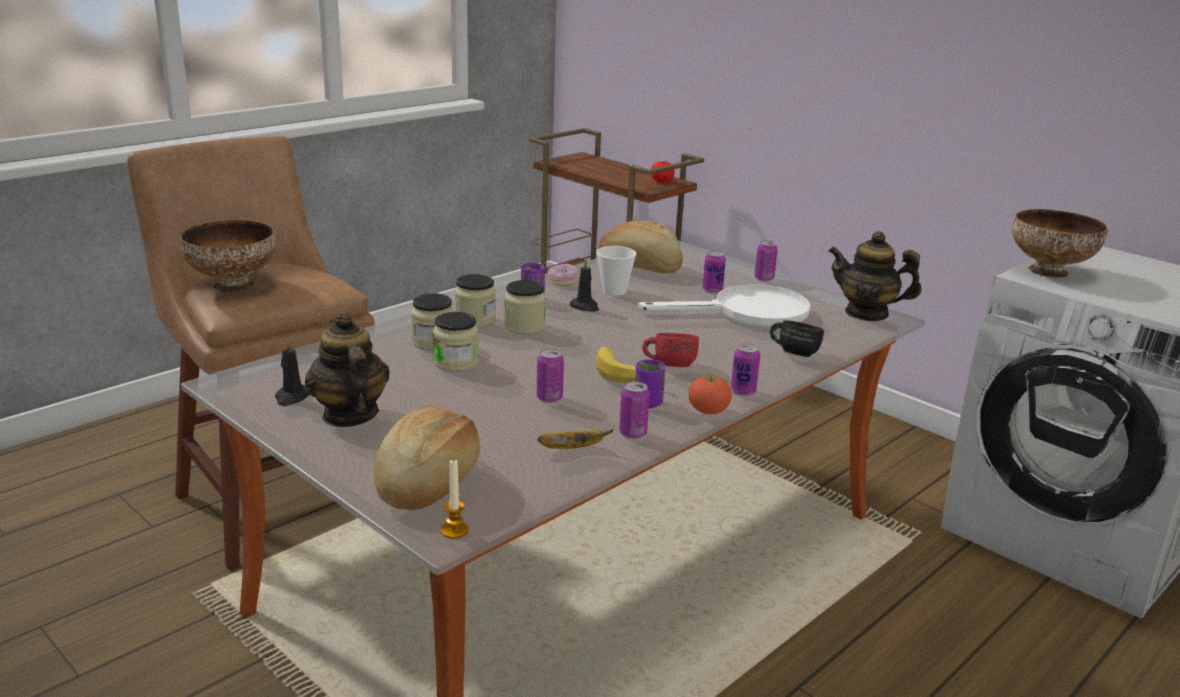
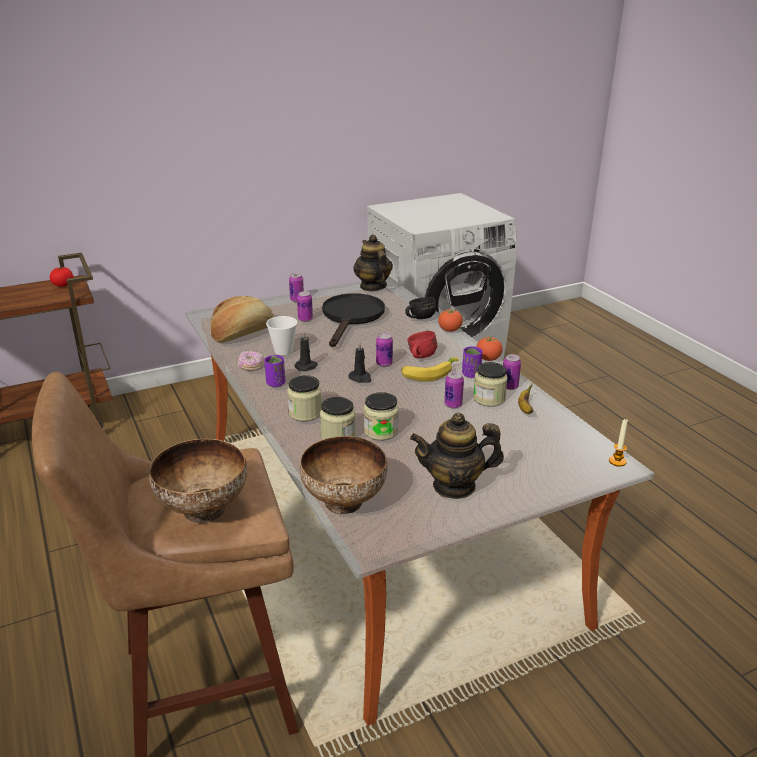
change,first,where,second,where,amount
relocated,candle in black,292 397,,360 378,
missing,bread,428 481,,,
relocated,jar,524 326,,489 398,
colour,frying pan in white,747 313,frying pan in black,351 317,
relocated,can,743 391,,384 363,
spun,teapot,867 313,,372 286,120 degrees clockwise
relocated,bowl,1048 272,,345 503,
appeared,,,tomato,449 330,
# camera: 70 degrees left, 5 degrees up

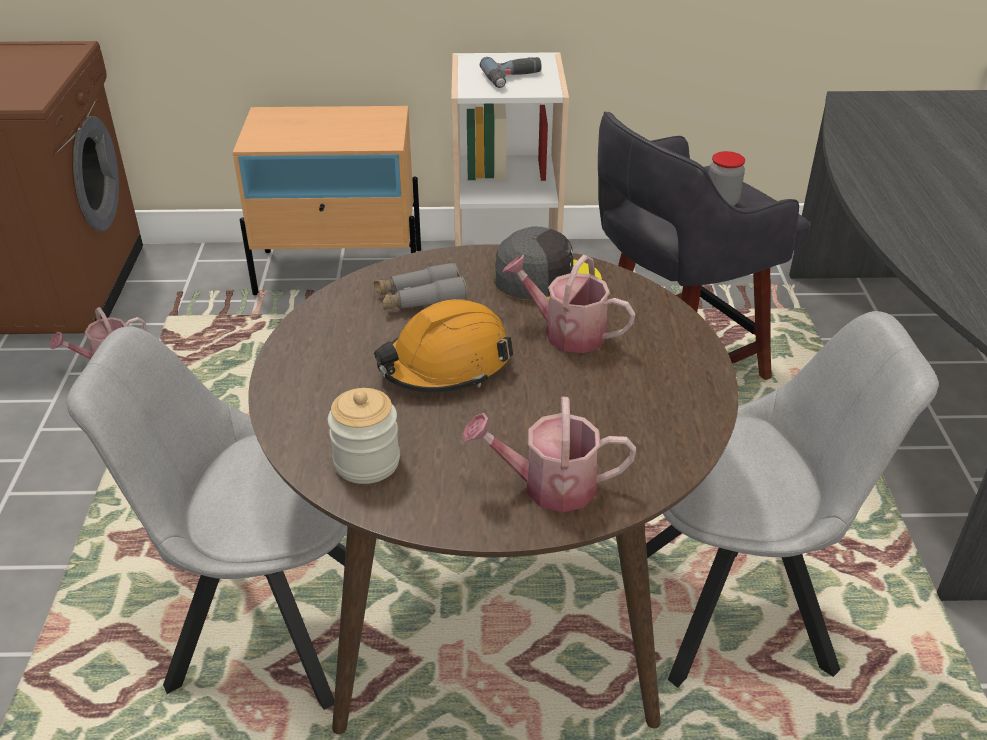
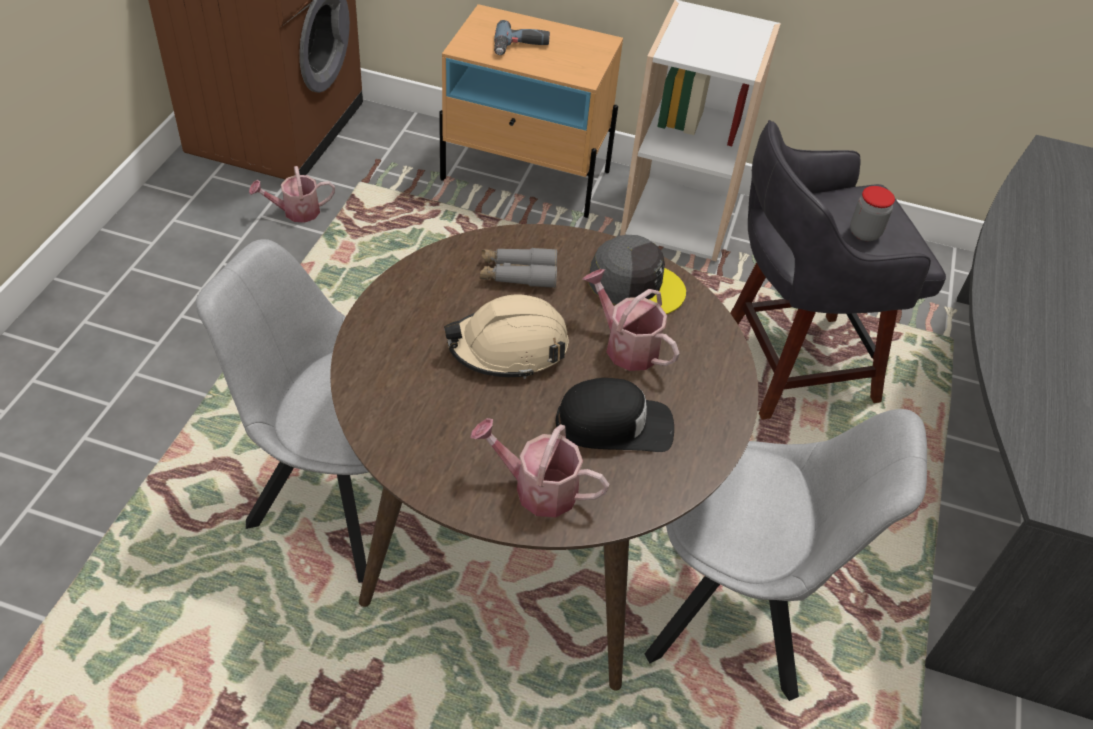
change,first,where,second,where,amount
missing,jar,367 462,,,
colour,hard hat in orange,445 365,hard hat in beige,508 348,
relocated,power drill,514 79,,521 47,
appeared,,,cap in black,615 425,
# camera: 15 degrees right, 10 degrees up

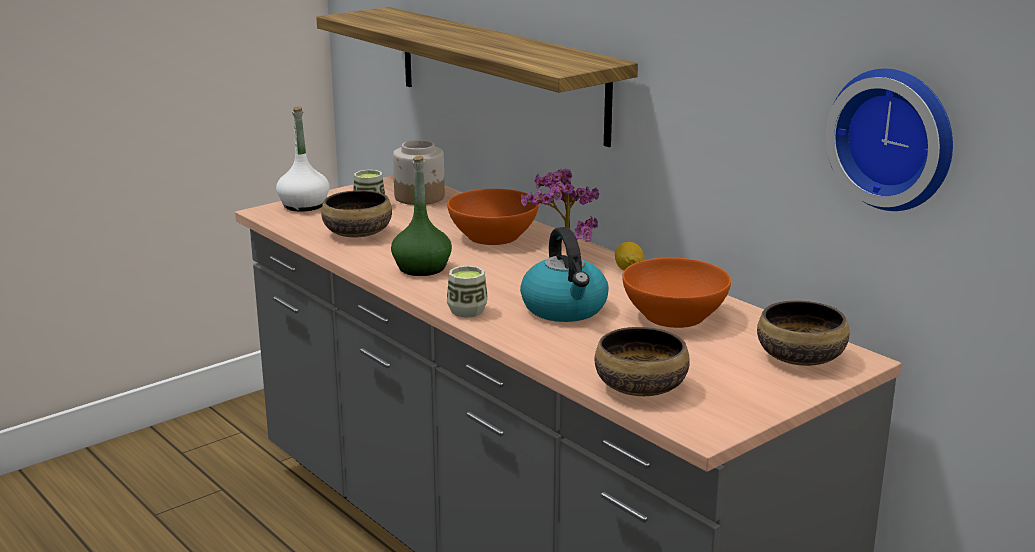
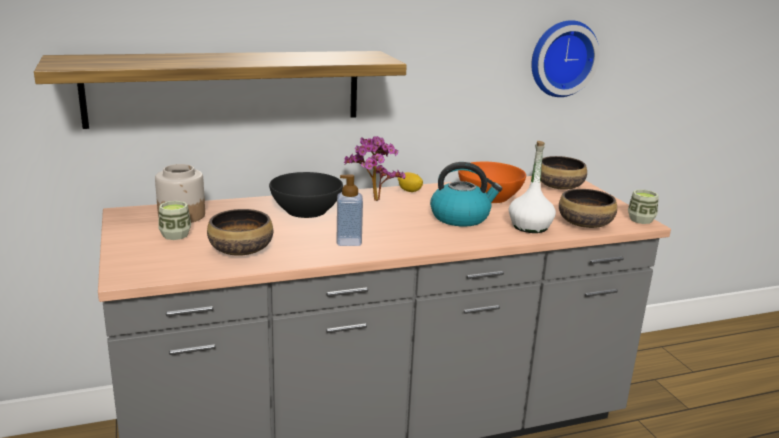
change,first,where,second,where,amount
relocated,bottle in white,304 205,,530 227,
exchanged,bottle in green,422 268,soap dispenser,349 241,
colour,bowl in orange,493 236,bowl in black,306 210,
relocated,cup,467 311,,640 220,
# camera: 70 degrees left, 0 degrees up

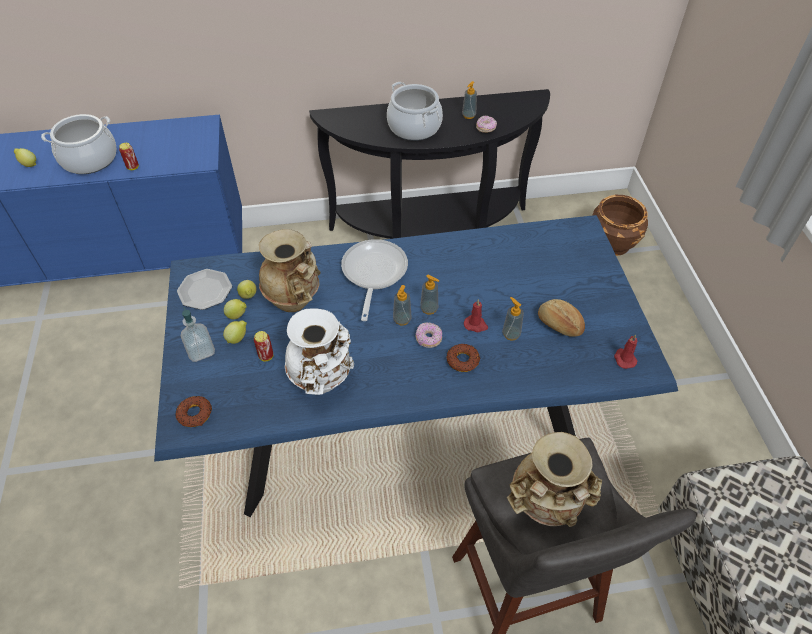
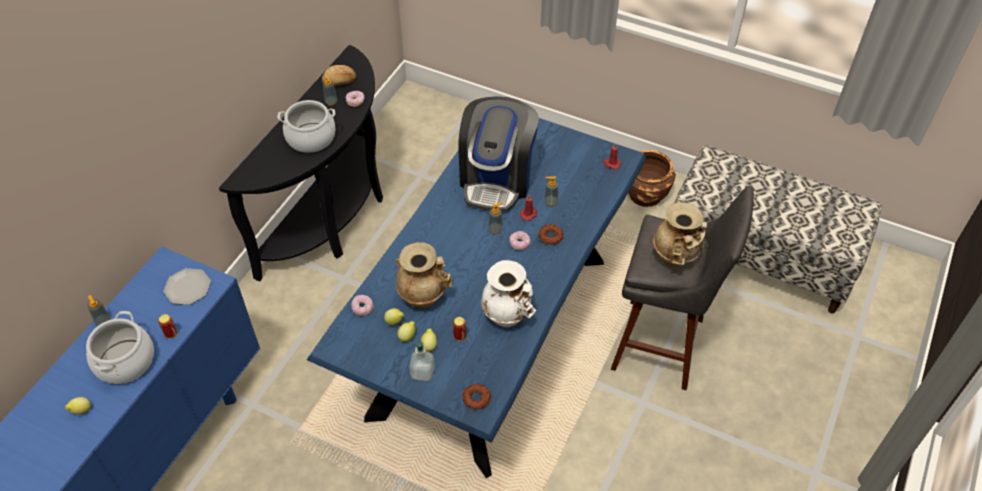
change,first,where,second,where,amount
relocated,plate,204 290,,187 288,
missing,frying pan,373 274,,,
relocated,soap dispenser,402 319,,103 322,
relocated,bread,559 325,,339 82,
relocated,planter in brown,612 243,,645 194,
appeared,,,donut,362 308,
appeared,,,coffee machine,497 178,
# camera: 55 degrees left, 0 degrees up

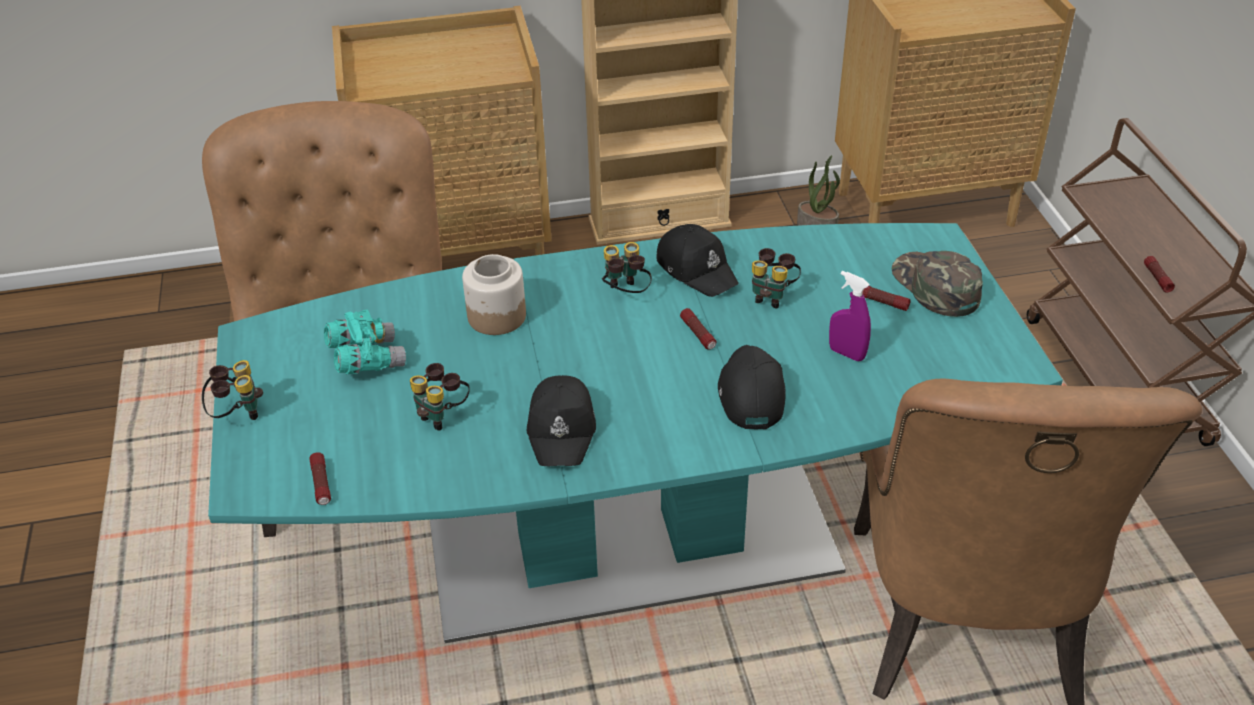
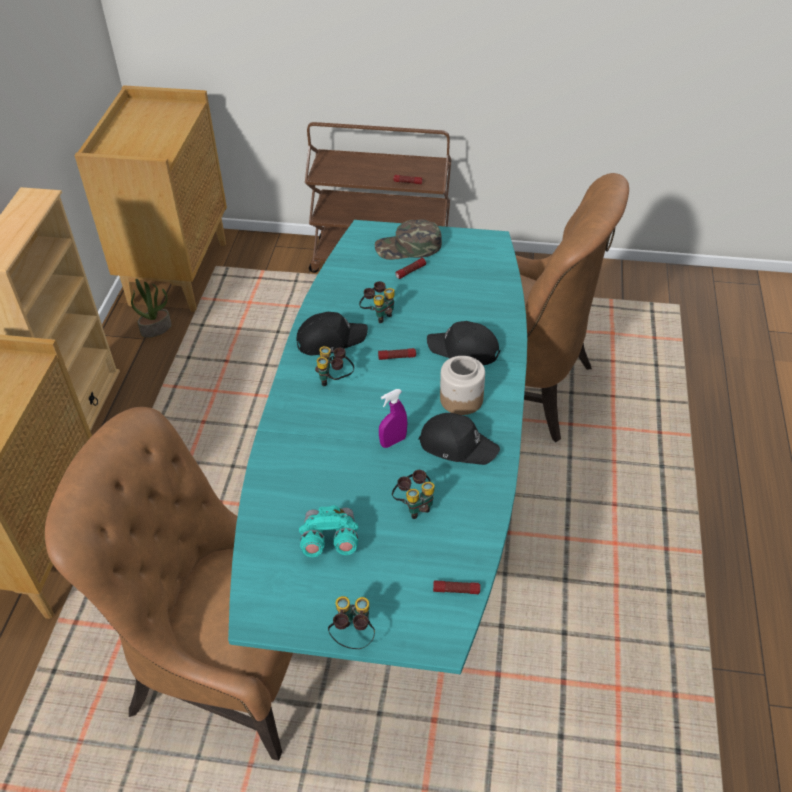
change,first,where,second,where,amount
relocated,jar,496 316,,461 399,
relocated,spray bottle in purple,846 353,,393 441,
# camera: 70 degrees left, 5 degrees up

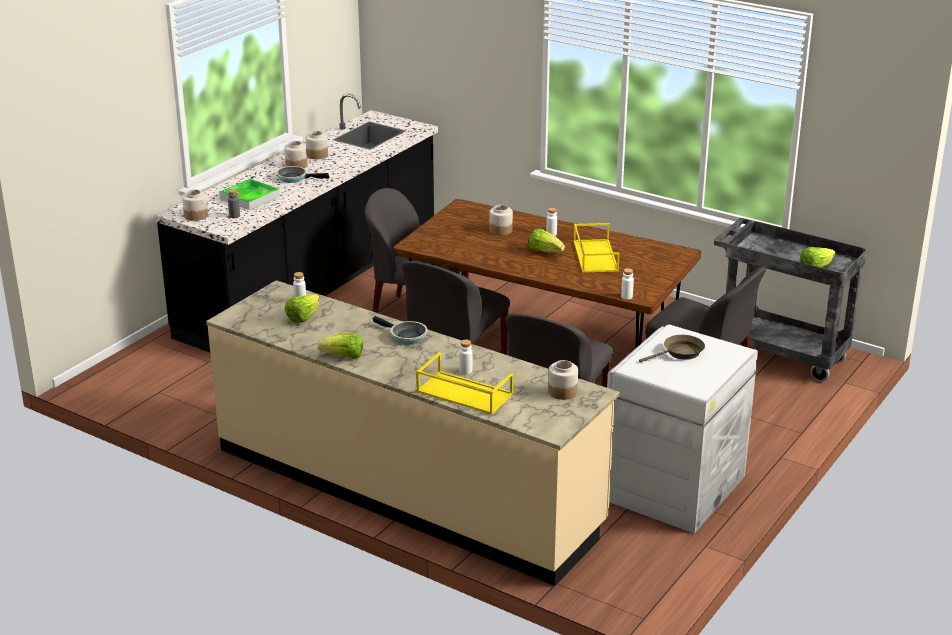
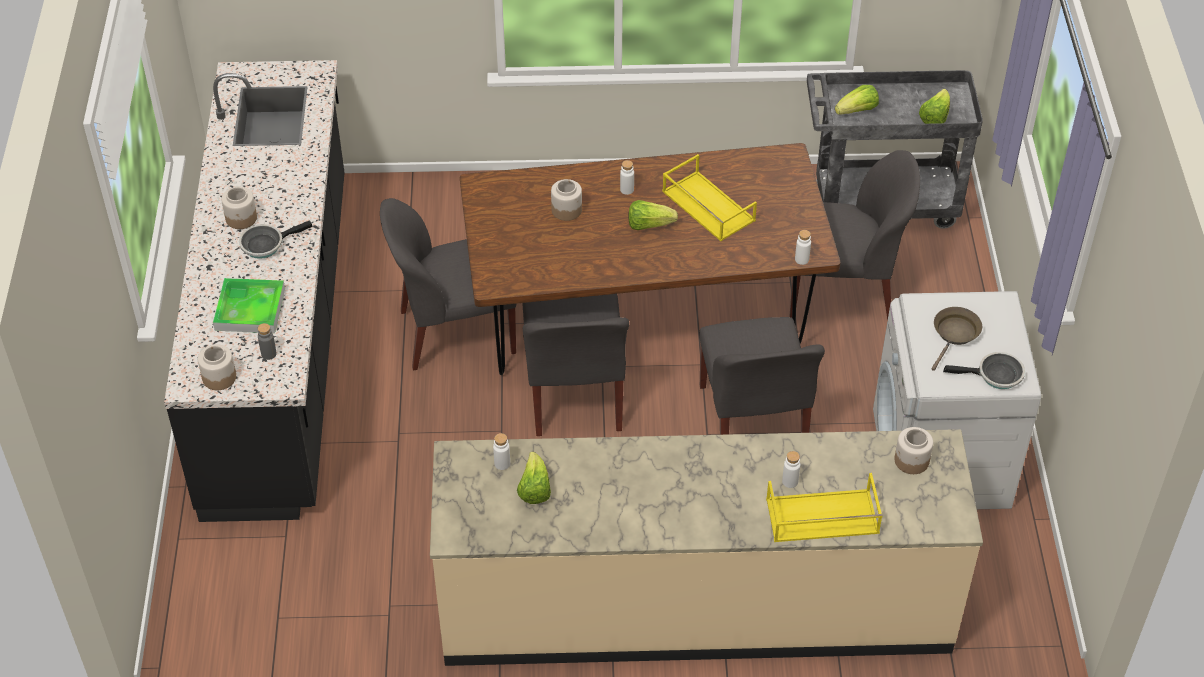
change,first,where,second,where,amount
missing,jar,317 155,,,
relocated,lettuce,343 356,,857 111,
relocated,frying pan,406 336,,995 375,
# camera: 35 degrees left, 20 degrees up

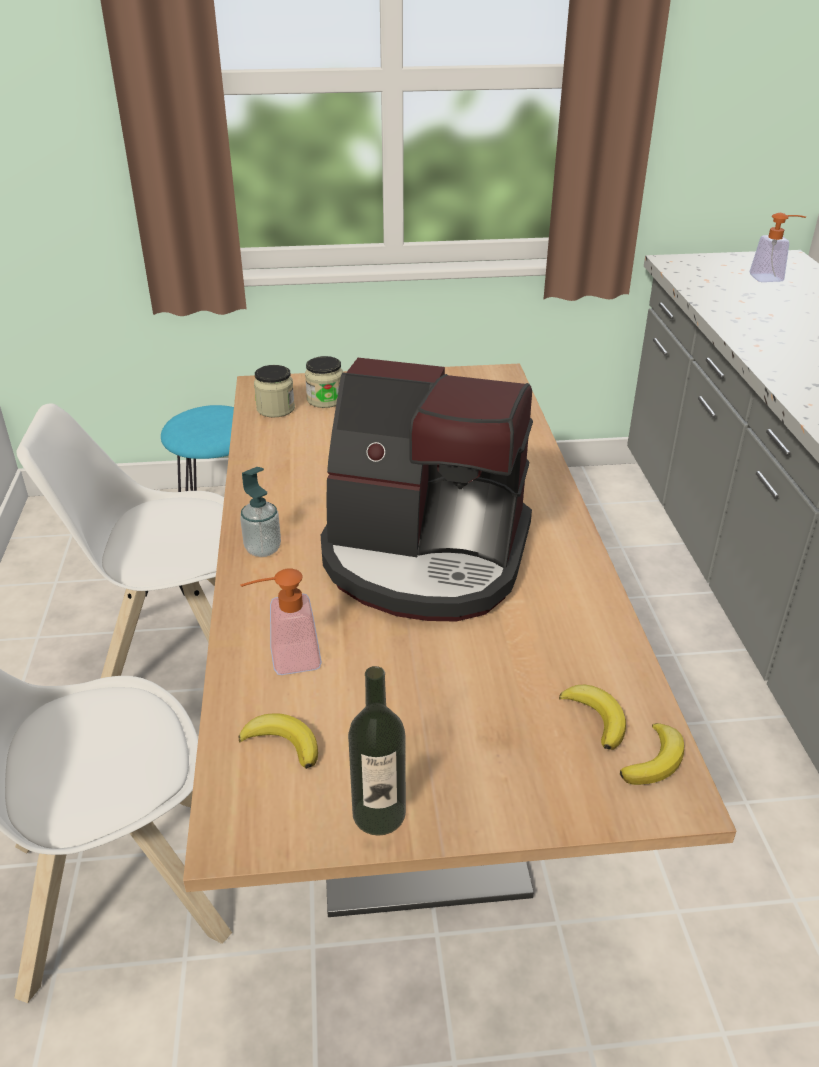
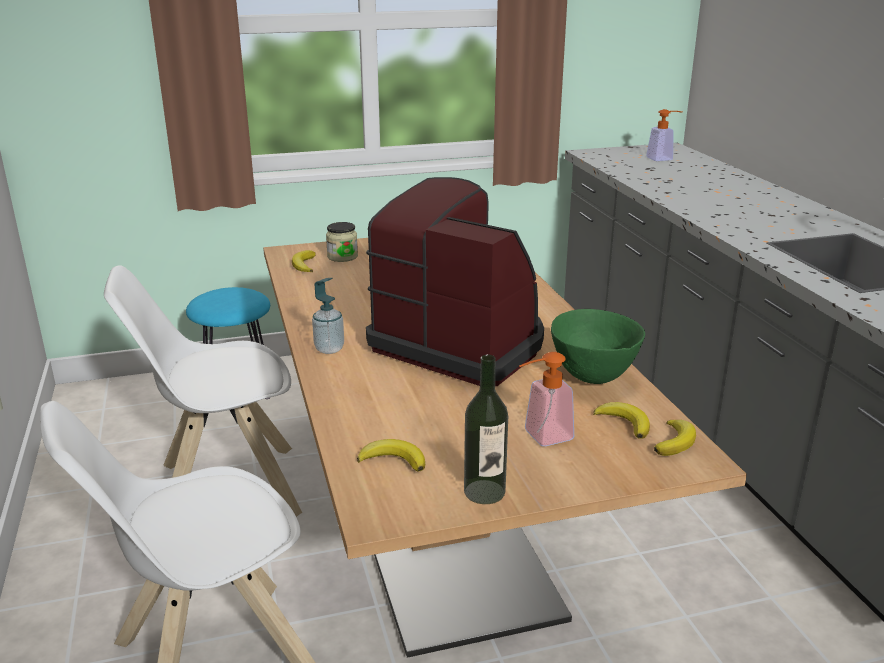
change,first,where,second,where,amount
relocated,soap dispenser,285 660,,541 437,
exchanged,jar,275 409,banana,304 265,
spun,coffee machine,425 558,,460 344,150 degrees counterclockwise
appeared,,,bowl in green,594 377,
# camera: 10 degrees left, 10 degrees down

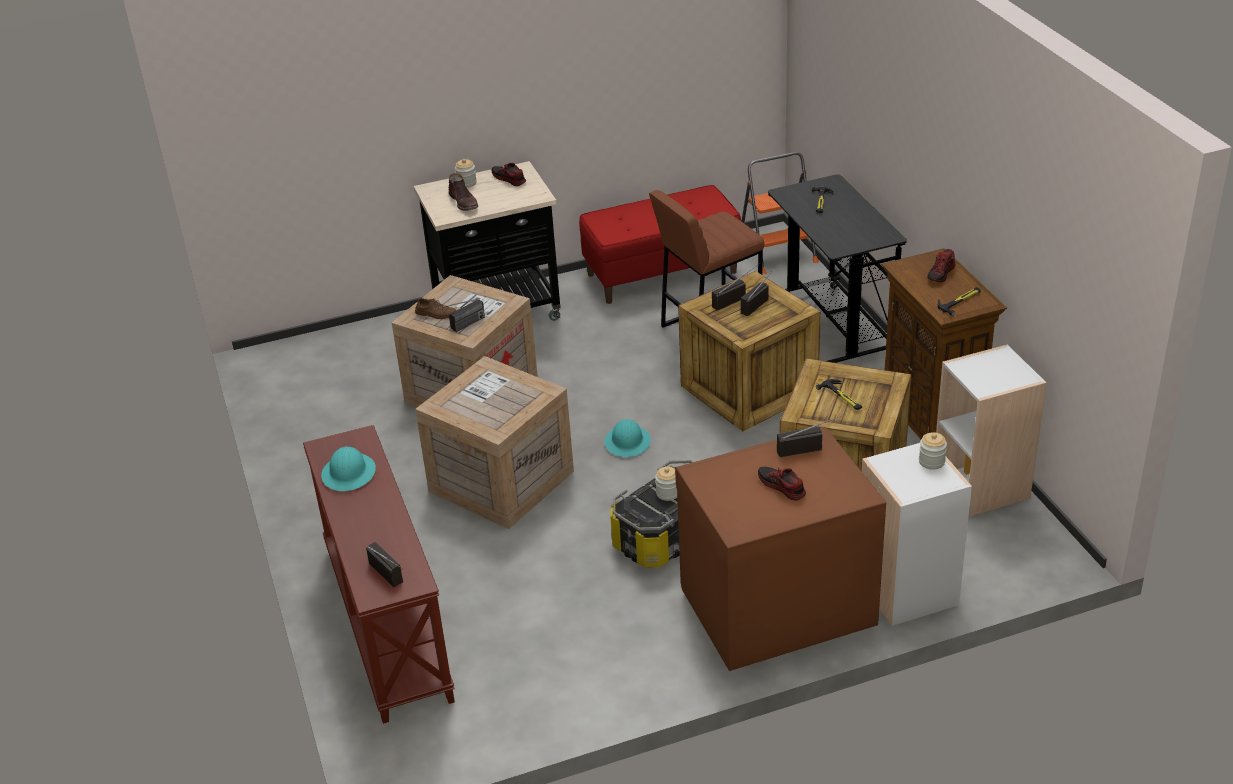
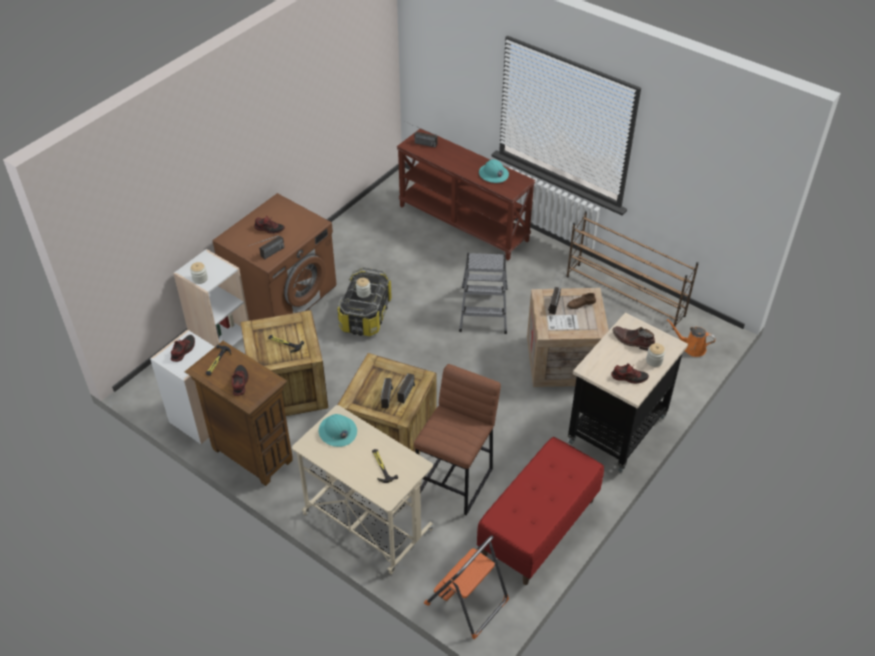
change,first,where,second,where,amount
exchanged,crate,499 481,step ladder in grey,483 308,
relocated,hard hat in turquoise,627 442,,337 432,
colour,desk in black,832 328,desk in beige,367 522,
appeared,,,shoe,183 350,
appeared,,,shoe rack in brown,625 296,
appeared,,,watering can in orange,691 347,
# camera: 145 degrees right, 10 degrees up

